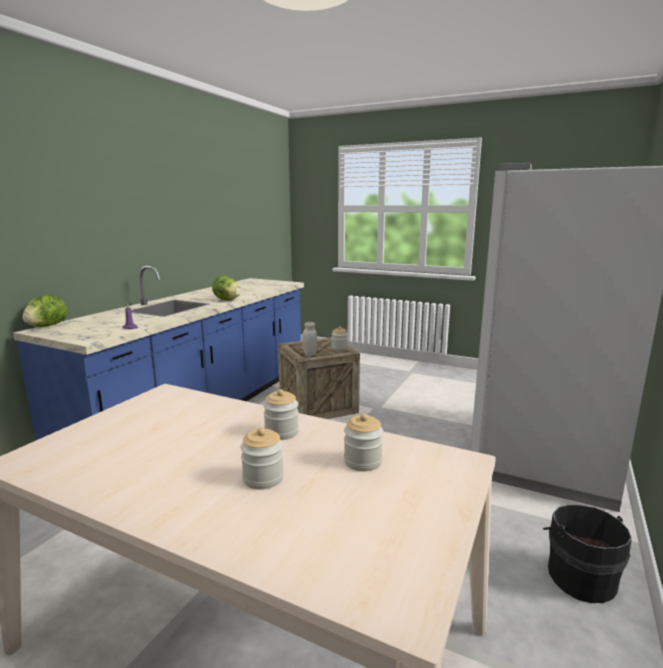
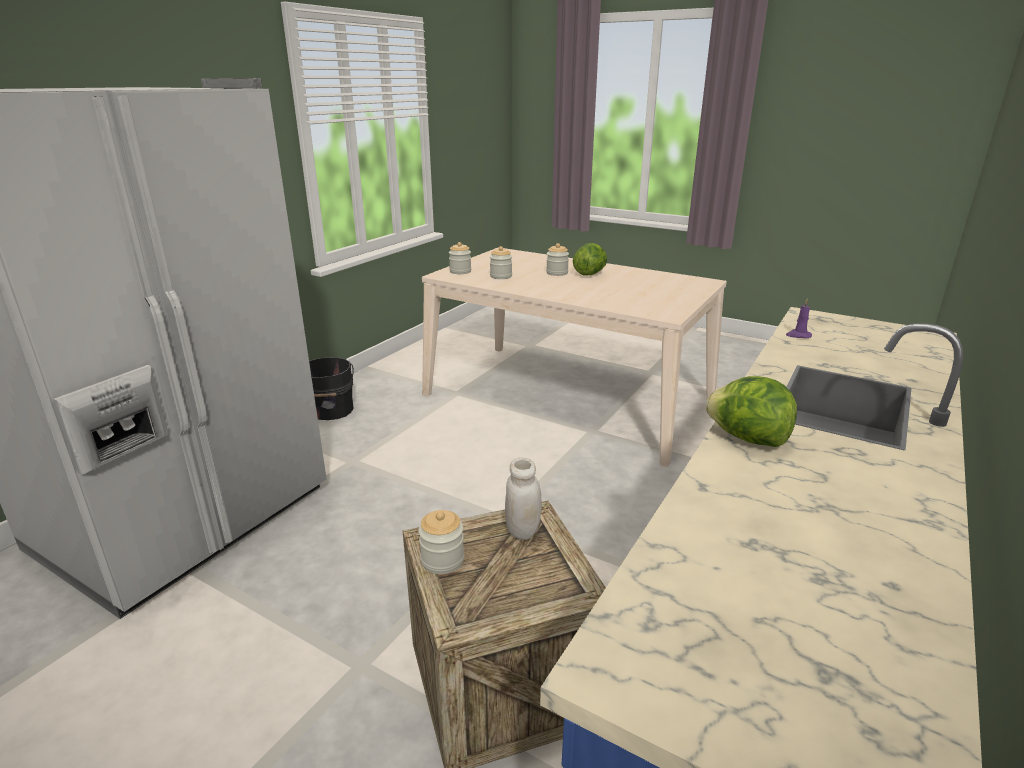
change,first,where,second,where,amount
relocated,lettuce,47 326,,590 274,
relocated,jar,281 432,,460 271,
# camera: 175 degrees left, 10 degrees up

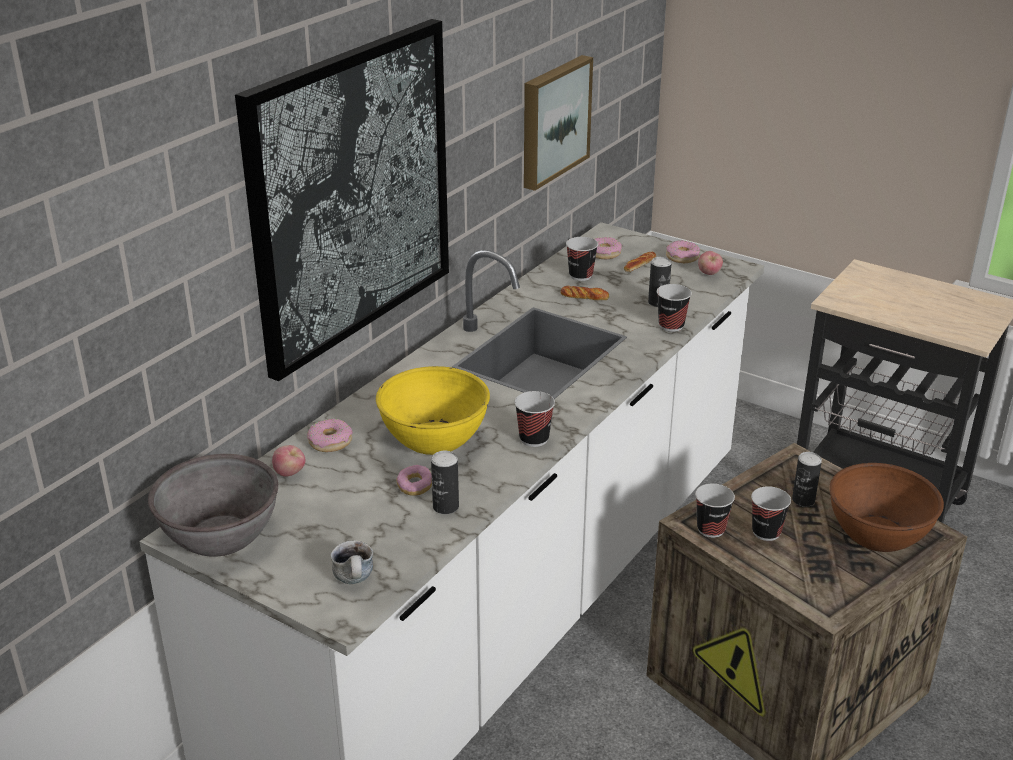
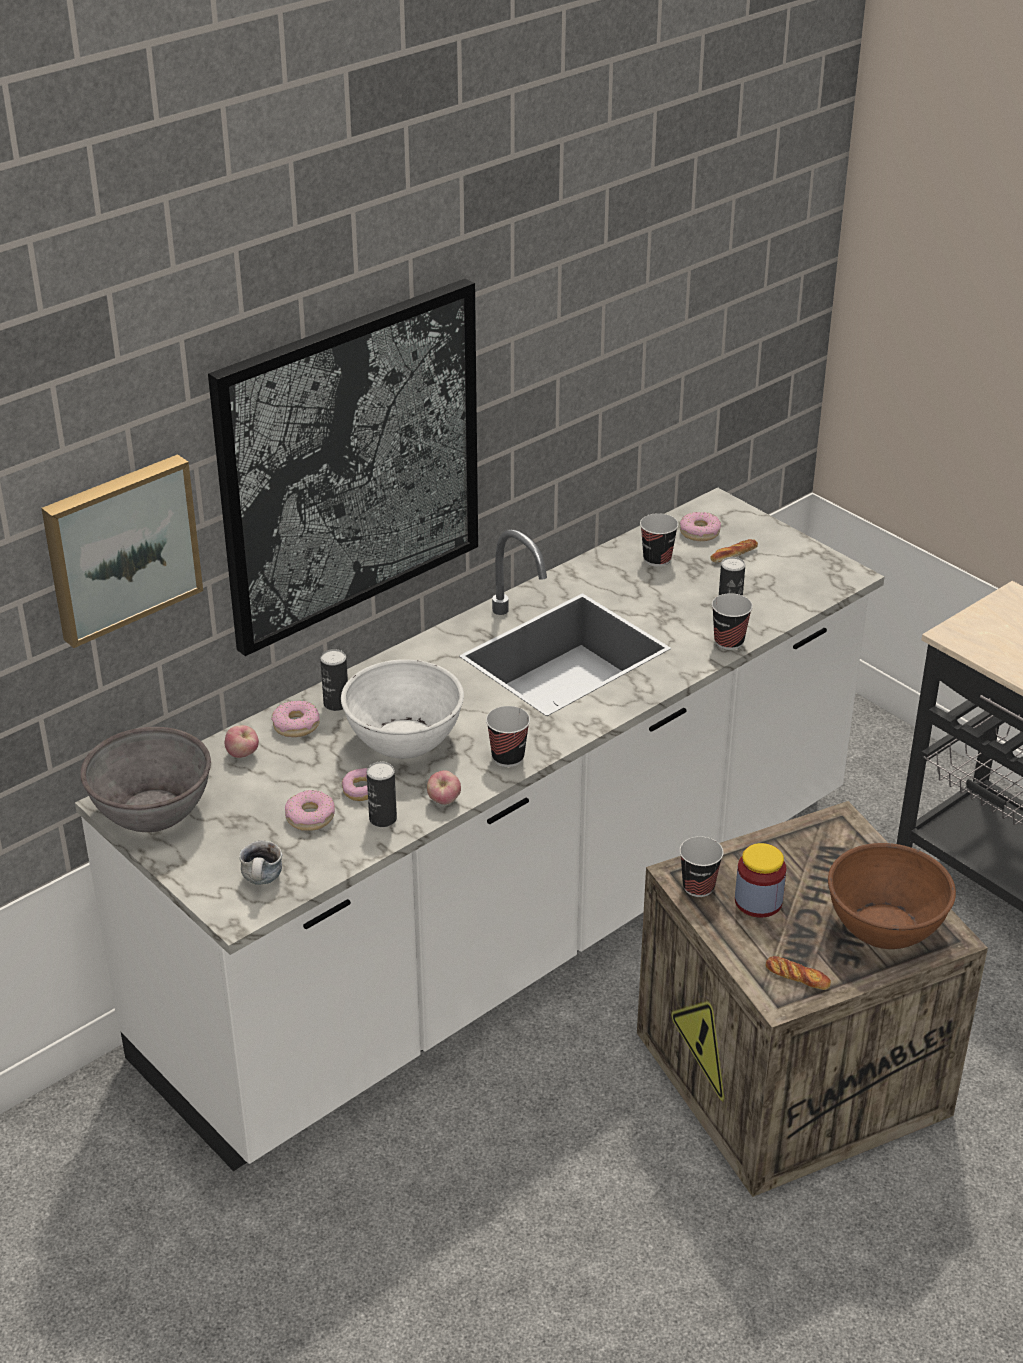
change,first,where,second,where,amount
colour,bowl in yellow,434 438,bowl in white,404 739,
relocated,picture,553 120,,120 547,
relocated,bread,584 297,,797 977,
relocated,donut,682 257,,309 817,
relocated,apple,709 274,,444 801,
exchanged,cup,766 532,jar,758 901,
relocated,can,803 500,,336 703,
# camera: 15 degrees right, 5 degrees up

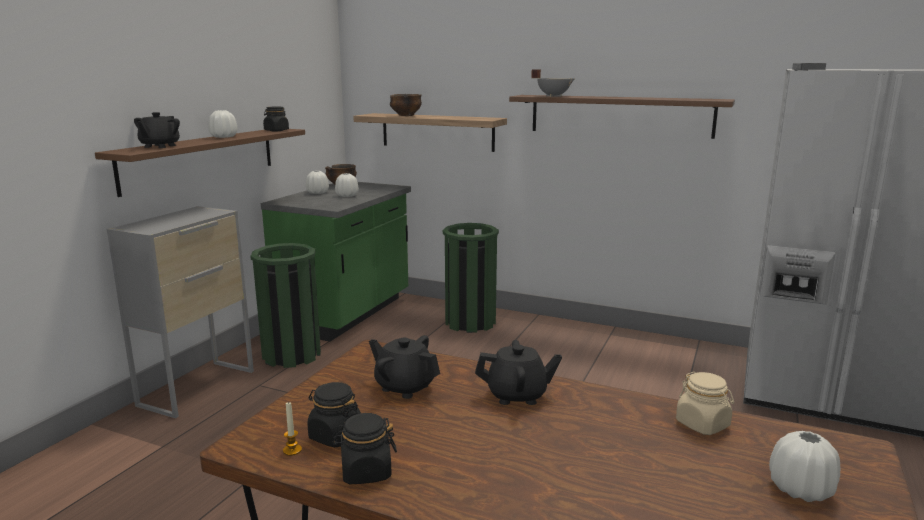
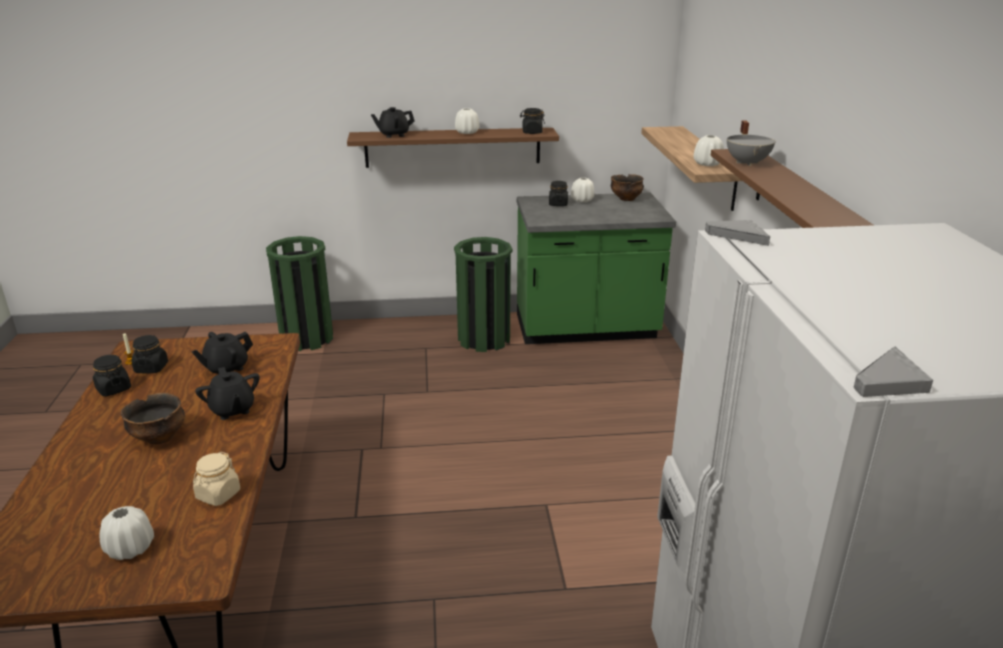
change,first,where,second,where,amount
missing,cabinet in grey,200 387,,,
relocated,vase in white,347 196,,707 164,
spun,teapot in black,404 387,,226 368,135 degrees counterclockwise
relocated,bowl,406 115,,159 437,
relocated,trash can in green,470 322,,307 338,
appeared,,,jar in black,558 204,
# camera: 60 degrees right, 10 degrees up

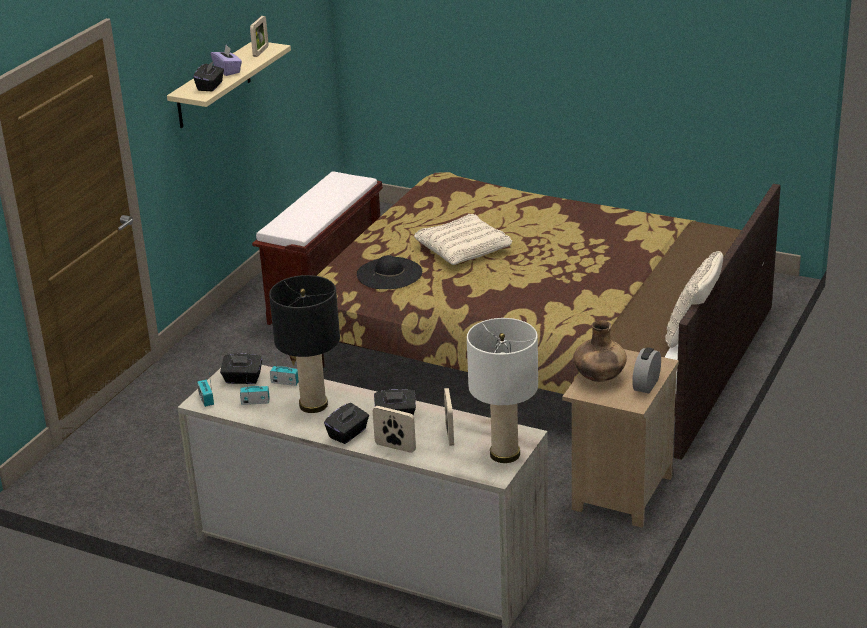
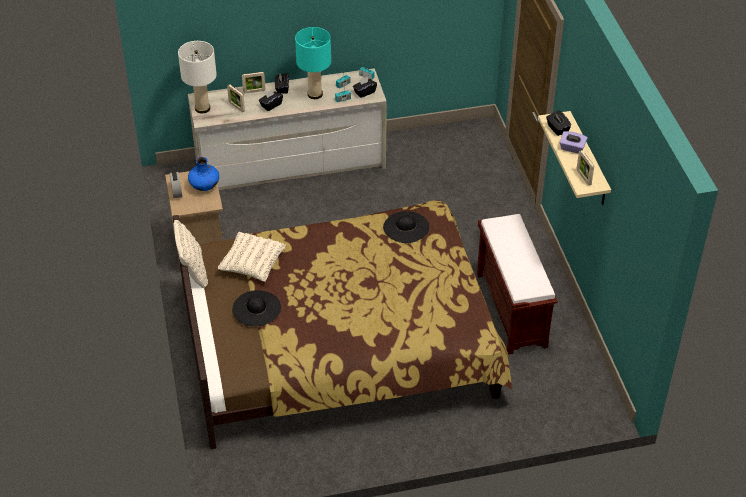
change,first,where,second,where,amount
colour,table lamp in black,314 405,table lamp in turquoise,314 94,
relocated,pillow in beige,463 249,,252 262,
colour,vase in brown,599 377,vase in blue,204 186,
appeared,,,hat in black,256 308,
# camera: 140 degrees right, 15 degrees up

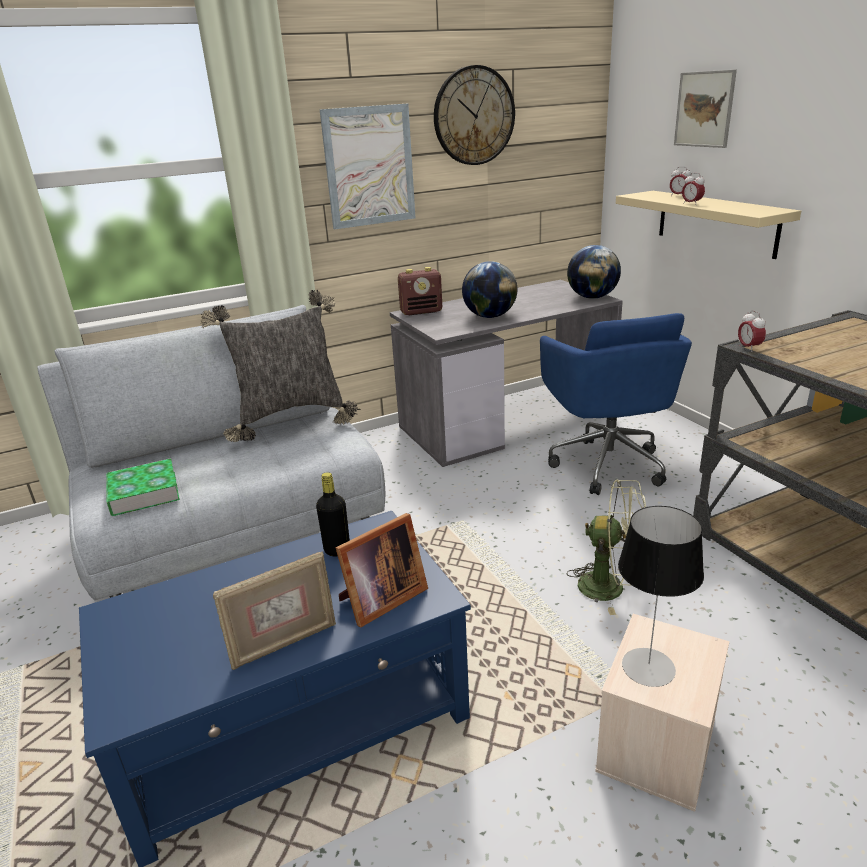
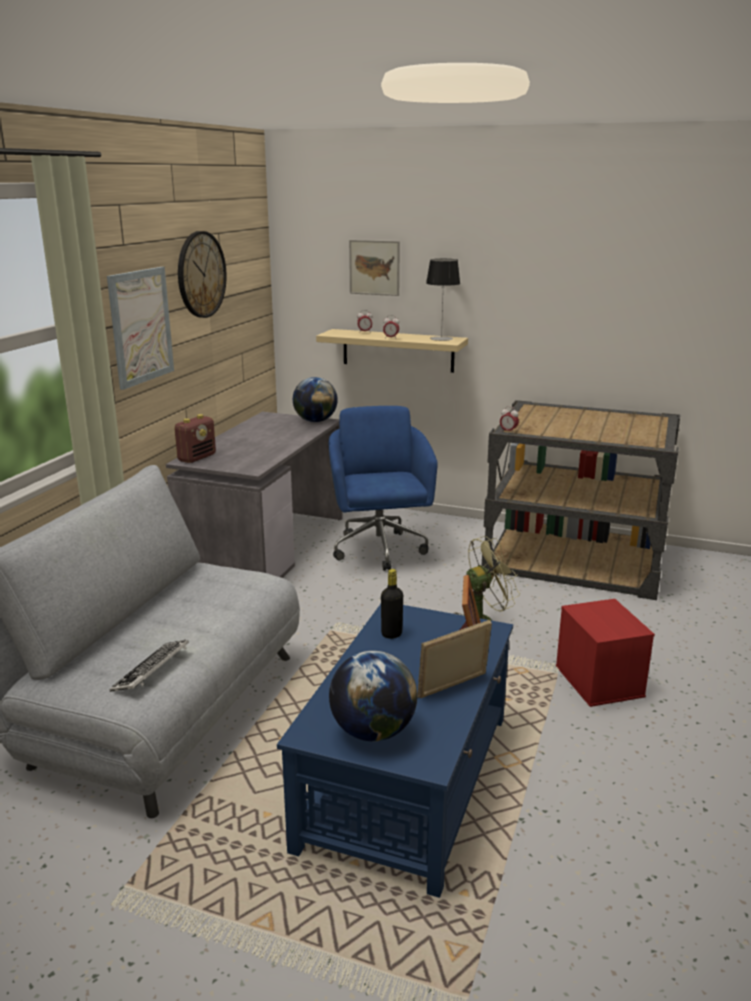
change,first,where,second,where,amount
exchanged,book,144 493,keyboard,152 671,
missing,pillow,291 426,,,
spun,picture frame,284 643,,453 687,135 degrees counterclockwise
relocated,globe,489 316,,372 731,
spun,office chair in blue,605 464,,380 552,135 degrees counterclockwise
colour,storage box in beige,655 743,storage box in red,597 680,
relocated,table lamp,648 667,,441 338,
# camera: 45 degrees left, 5 degrees down

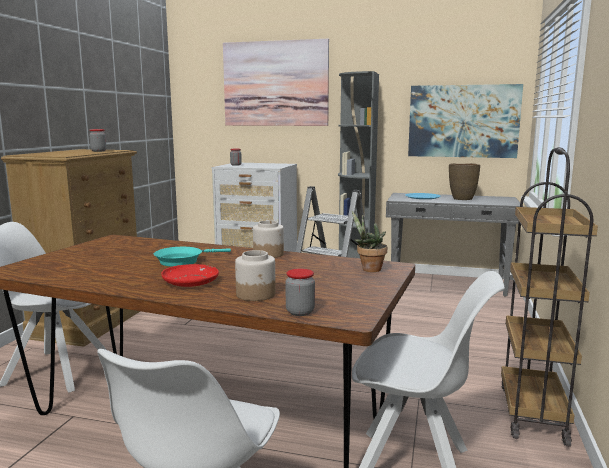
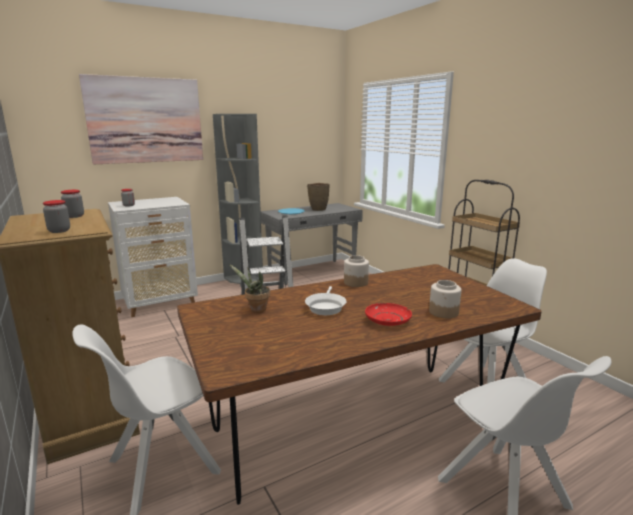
change,first,where,second,where,amount
colour,frying pan in turquoise,182 261,frying pan in white,325 307,
relocated,jar,300 312,,59 231,
relocated,potted plant,368 269,,255 309,
missing,picture,463 121,,,
# camera: 45 degrees left, 5 degrees up

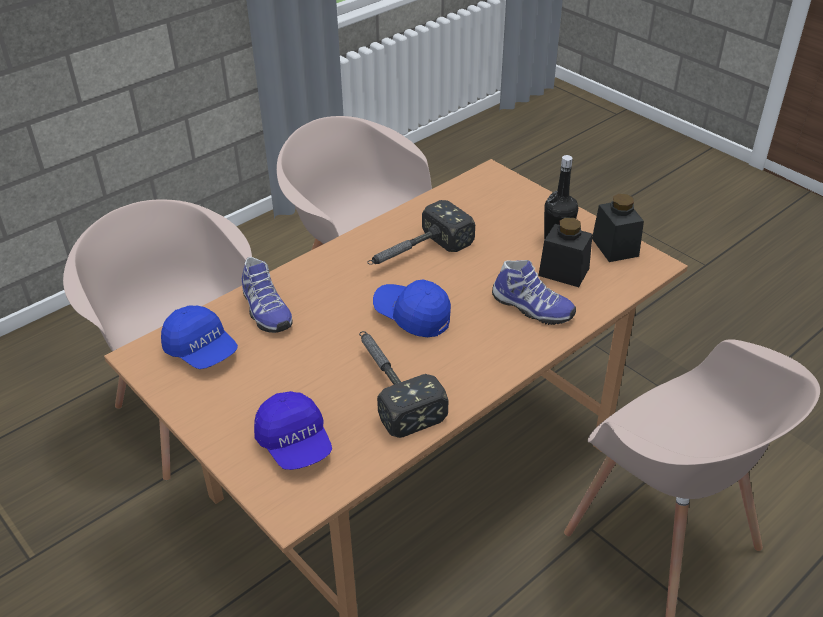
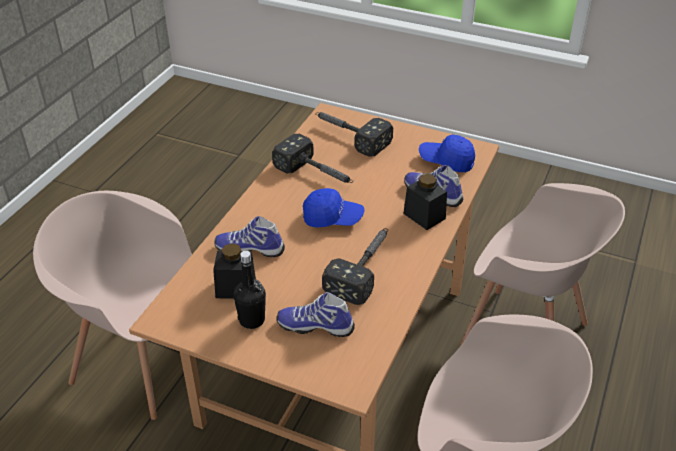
change,first,where,second,where,amount
exchanged,cap in blue,295 443,hammer,348 136,
relocated,jar in black,615 247,,424 216,
appeared,,,shoe,316 325,
# camera: 155 degrees right, 0 degrees up

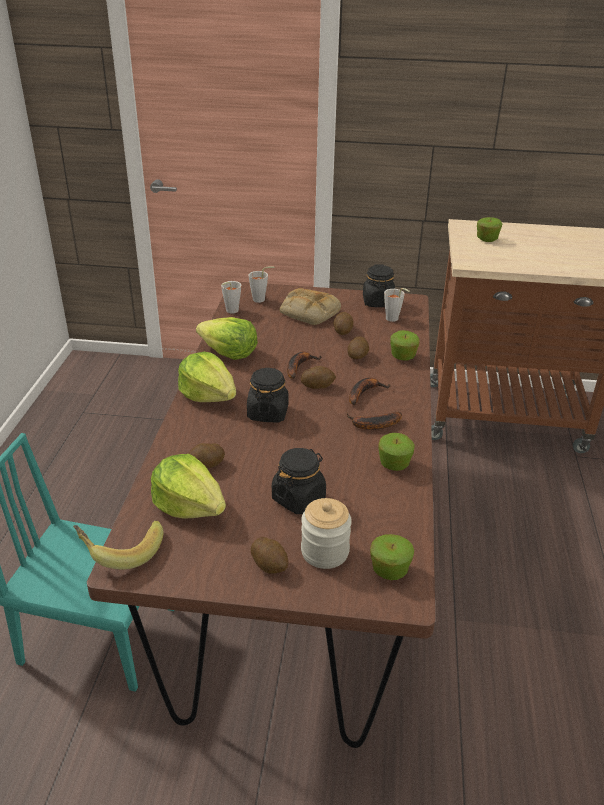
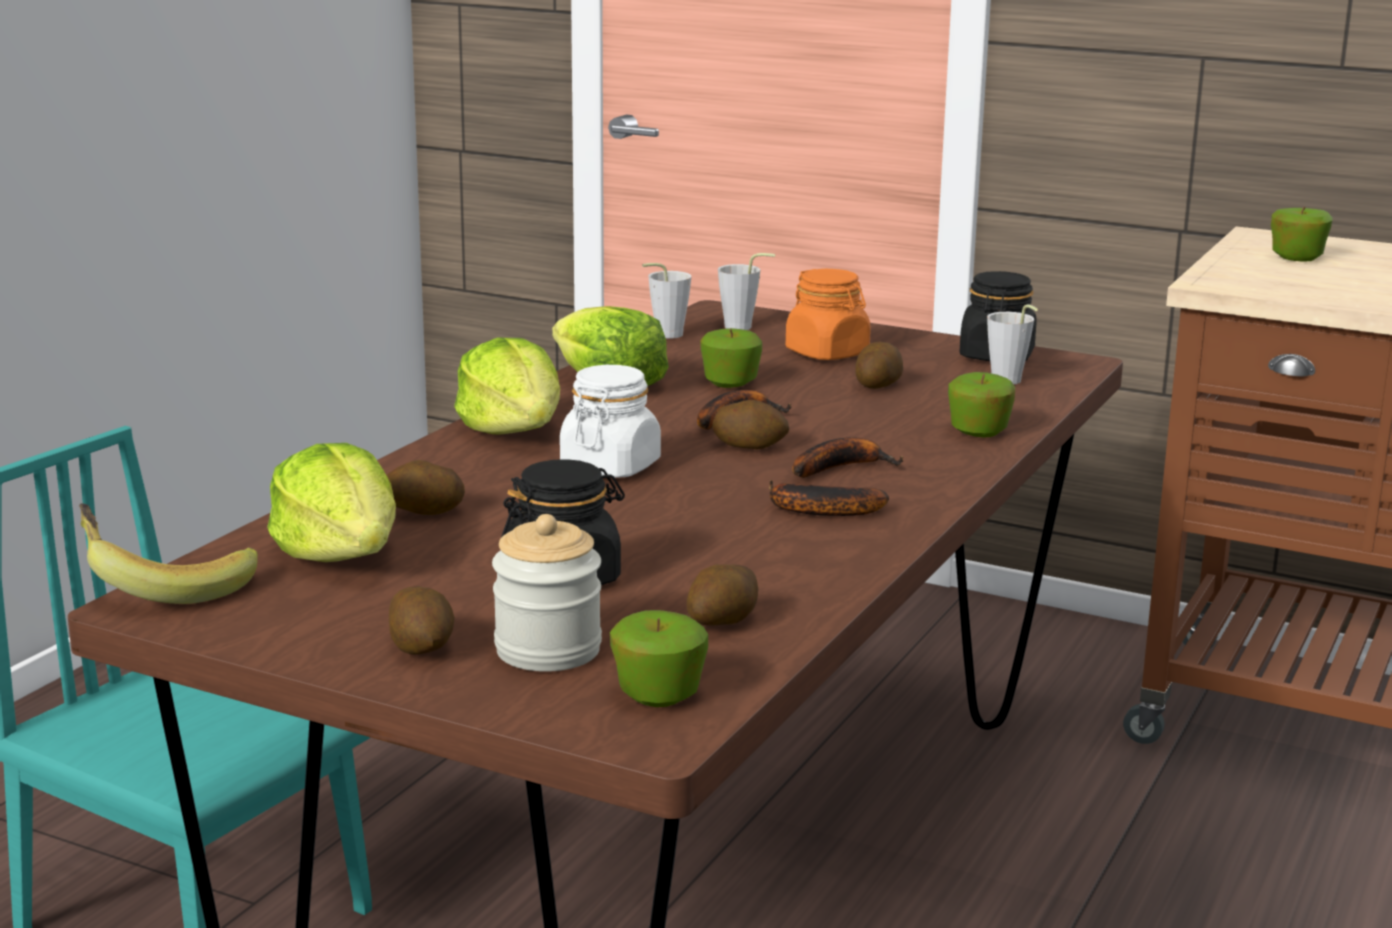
change,first,where,second,where,amount
colour,jar in black,268 413,jar in white,610 466,
exchanged,bread,308 312,jar in orange,827 353,
relocated,potato,358 356,,722 623,
relocated,apple,394 464,,730 383,
# camera: 20 degrees right, 15 degrees down

